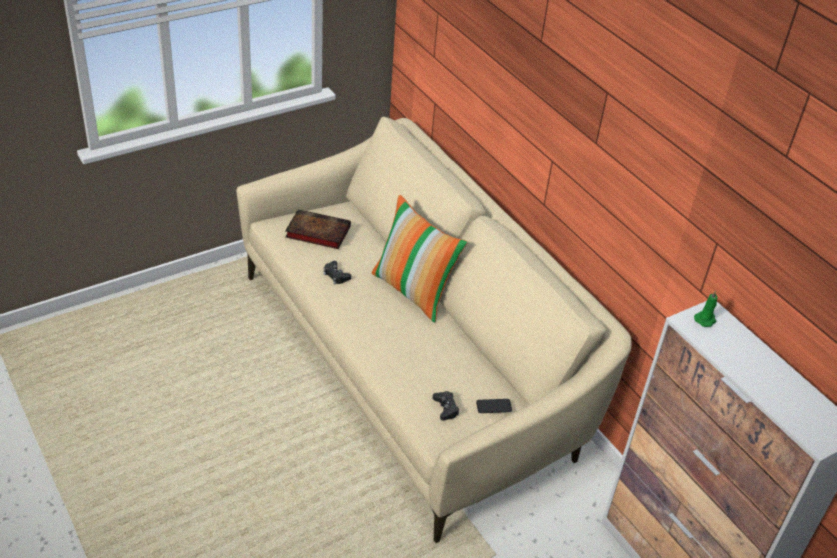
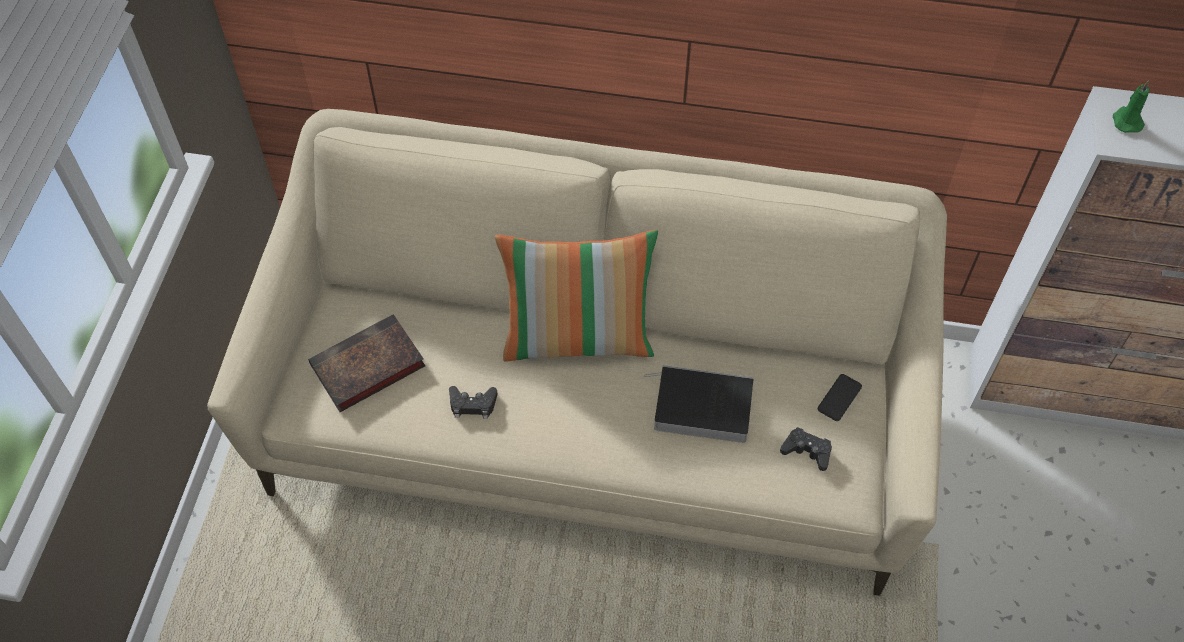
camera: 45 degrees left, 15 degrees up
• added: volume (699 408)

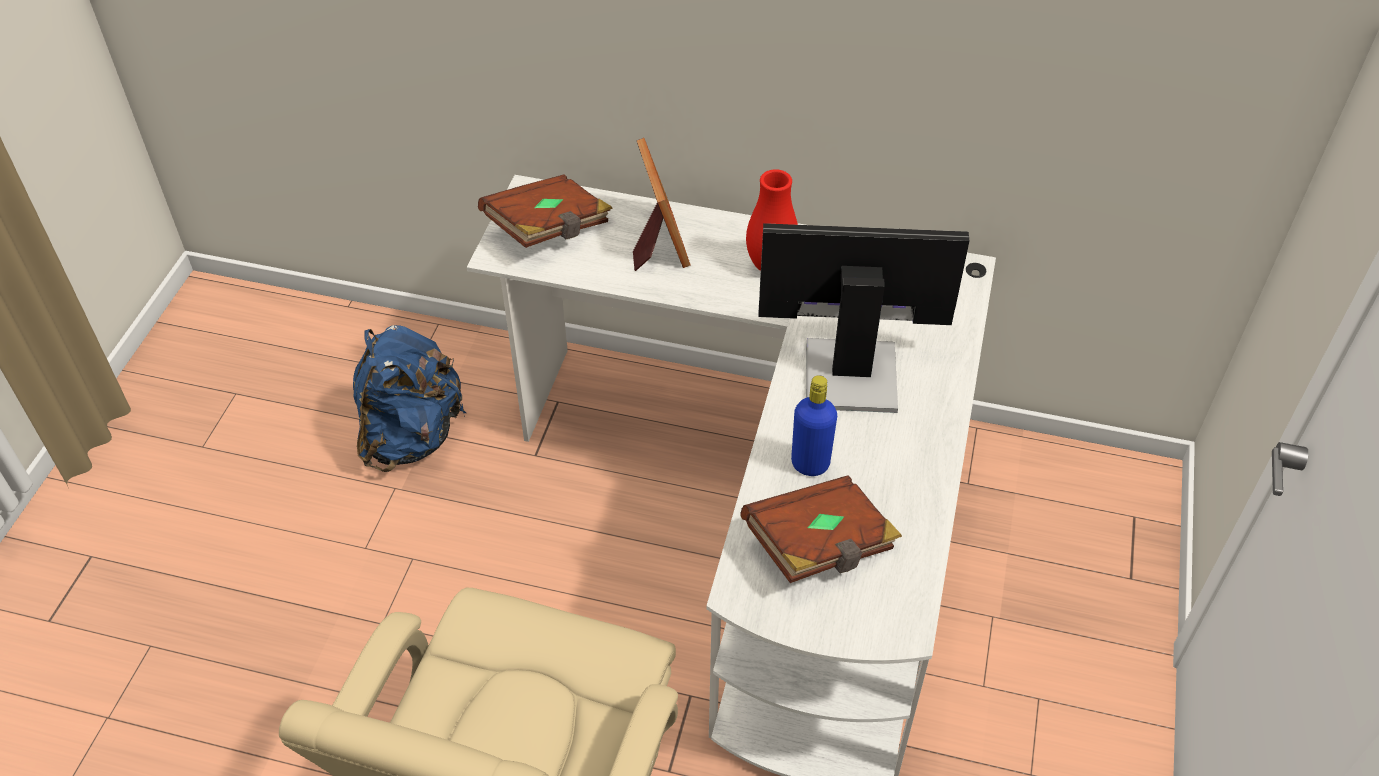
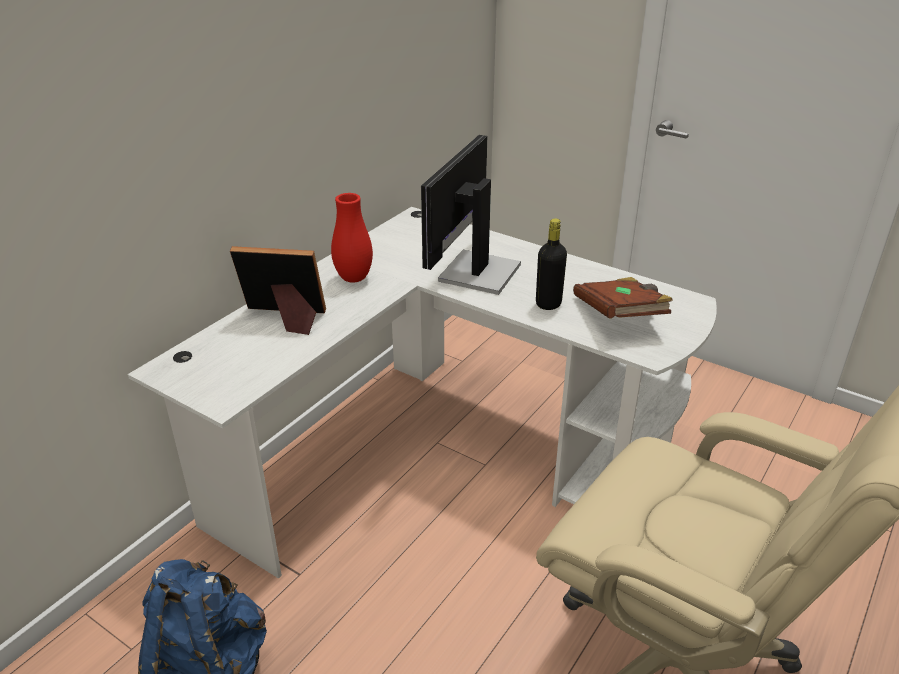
camera: 70 degrees left, 15 degrees down
• removed: brownish volume (549 229)
• recoloured: blue-coloured drink bottle (810 464) to blackish drink bottle (548 304)

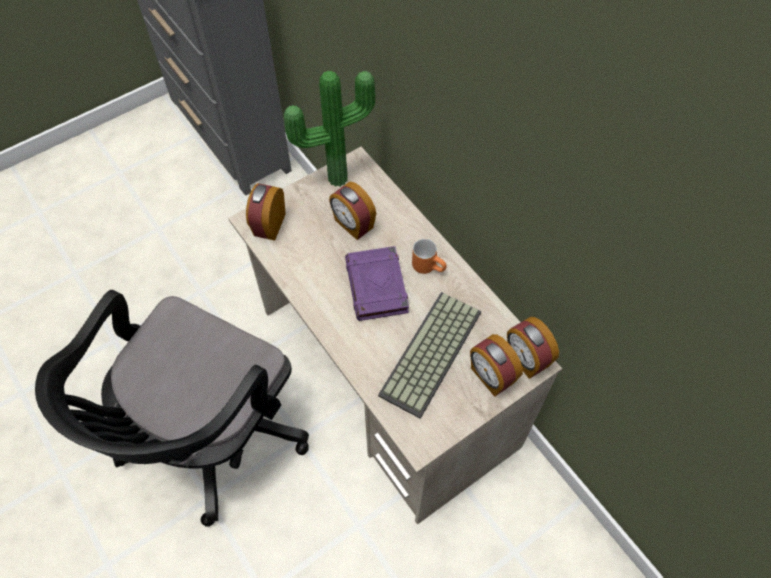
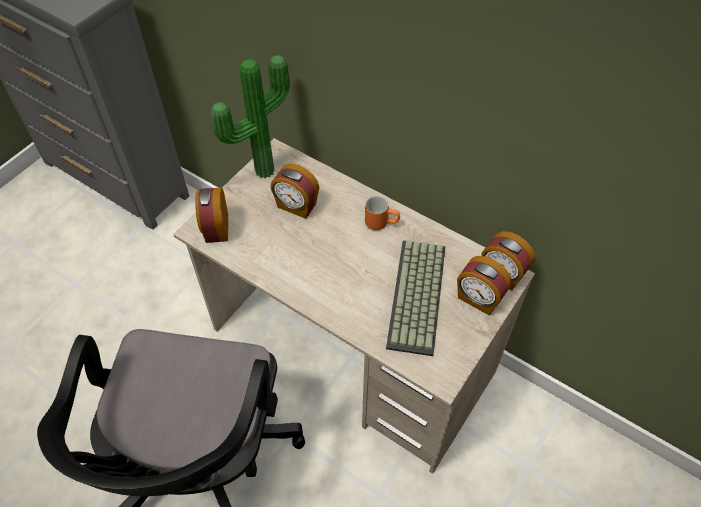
camera: 20 degrees left, 5 degrees down
• removed: purple-coloured volume (377 287)

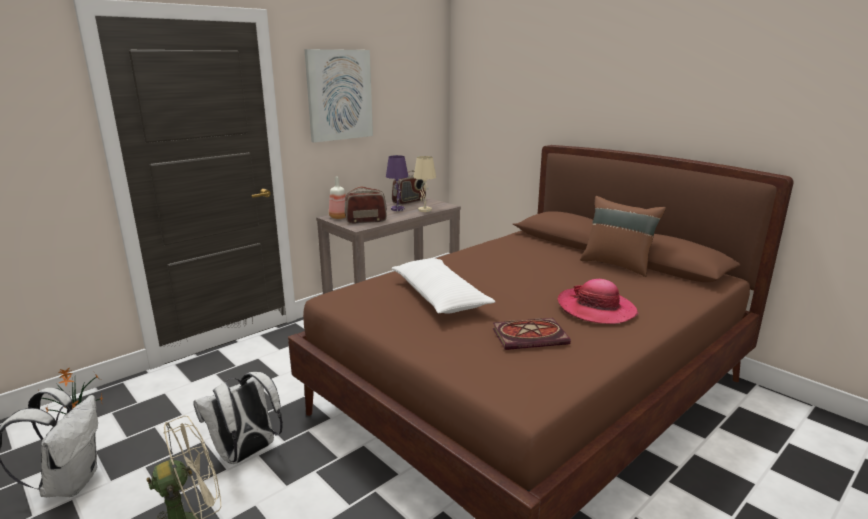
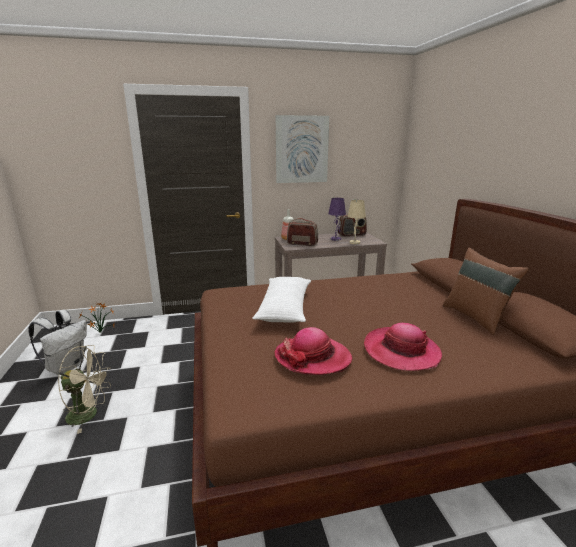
camera: 30 degrees right, 0 degrees up
• removed: white-coloured backpack (246 454)
• replaced: volume (531 336) to hat (312 358)

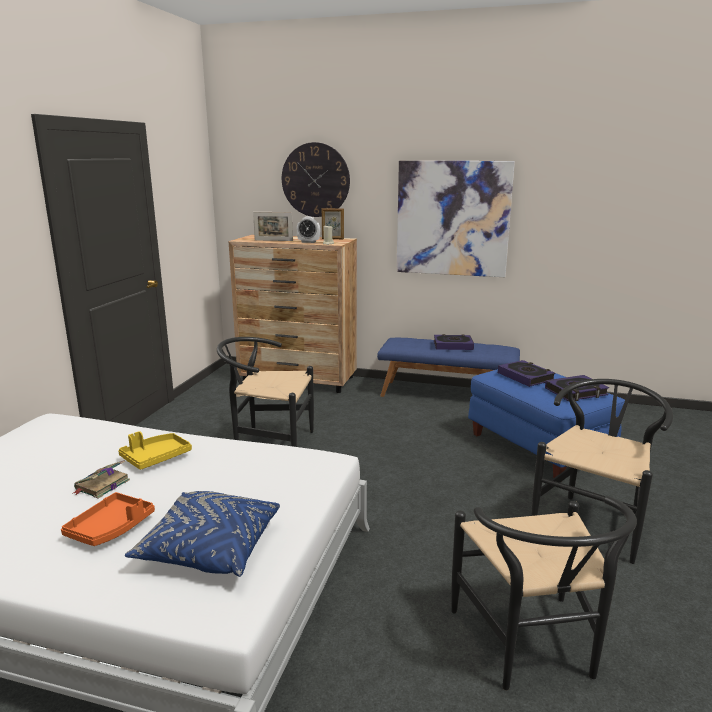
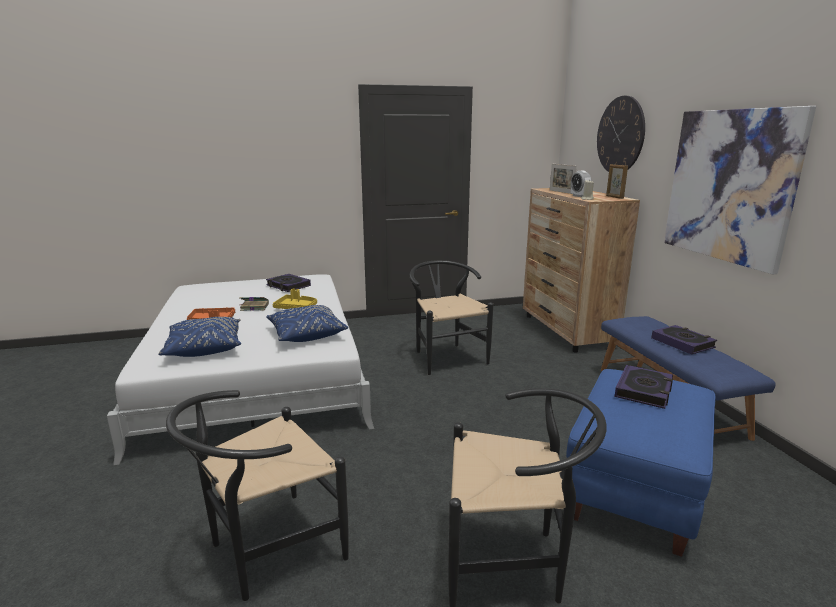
camera: 60 degrees right, 0 degrees up
• added: blue-coloured cushion (306 334)
• moved: volume (576 392) to (288 286)

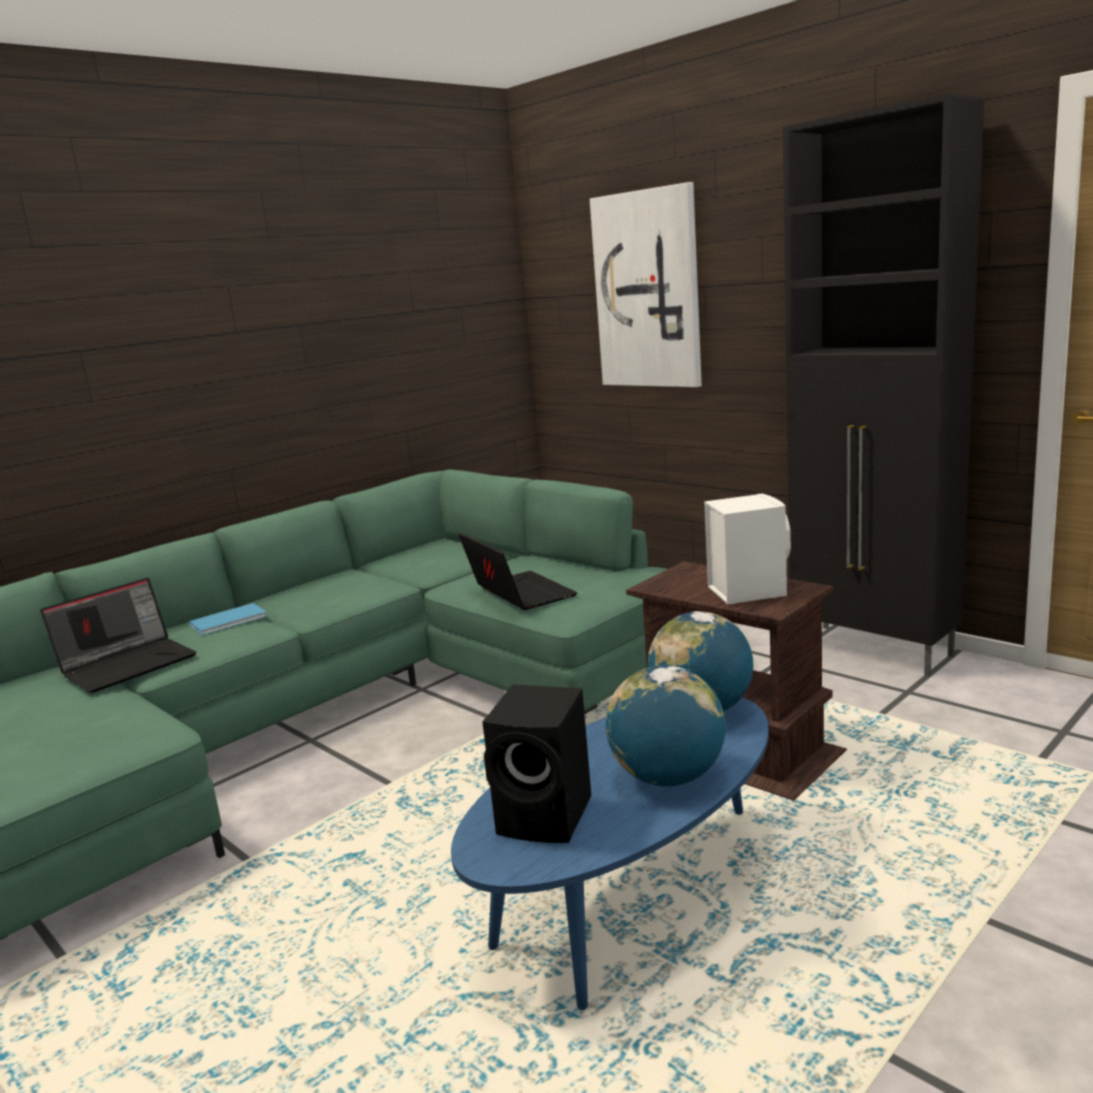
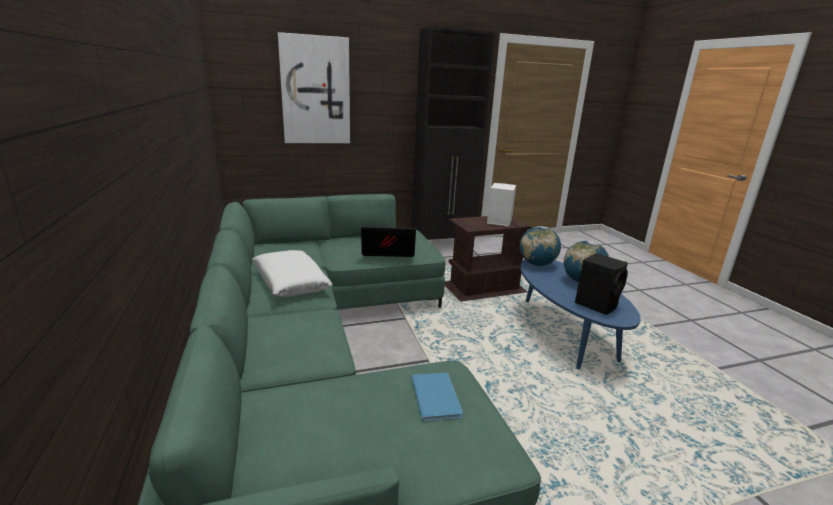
camera: 65 degrees left, 5 degrees up
• removed: notebook computer (129 664)
• added: white-coloured cushion (290 282)
• moved: blue-coloured volume (231 620) to (437 395)

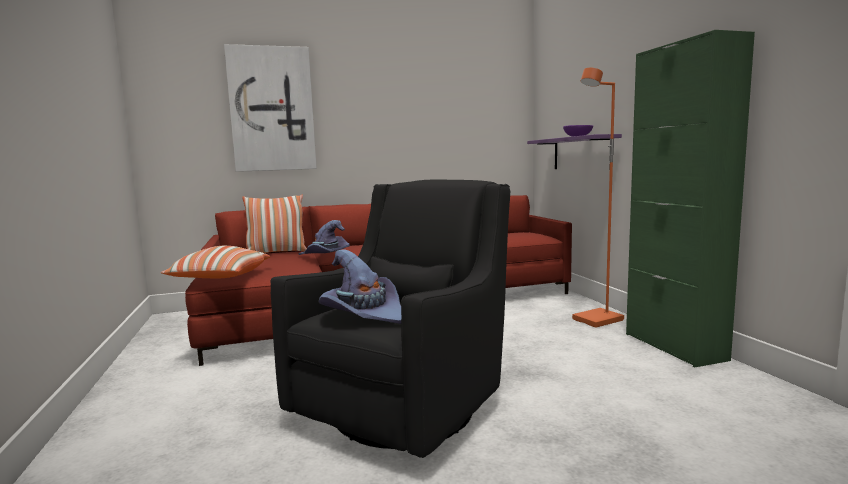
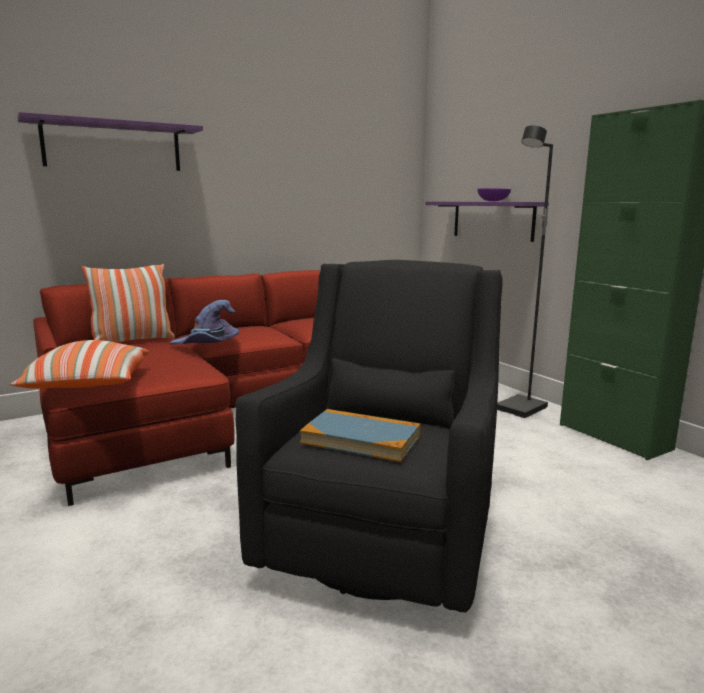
camera: 15 degrees left, 5 degrees up
• replaced: picture (272 109) to purple-coloured shelf (113 146)
• replaced: purple-coloured hat (364 314) to volume (361 439)
• recoloured: orange floor lamp (598 320) to blackish floor lamp (521 409)

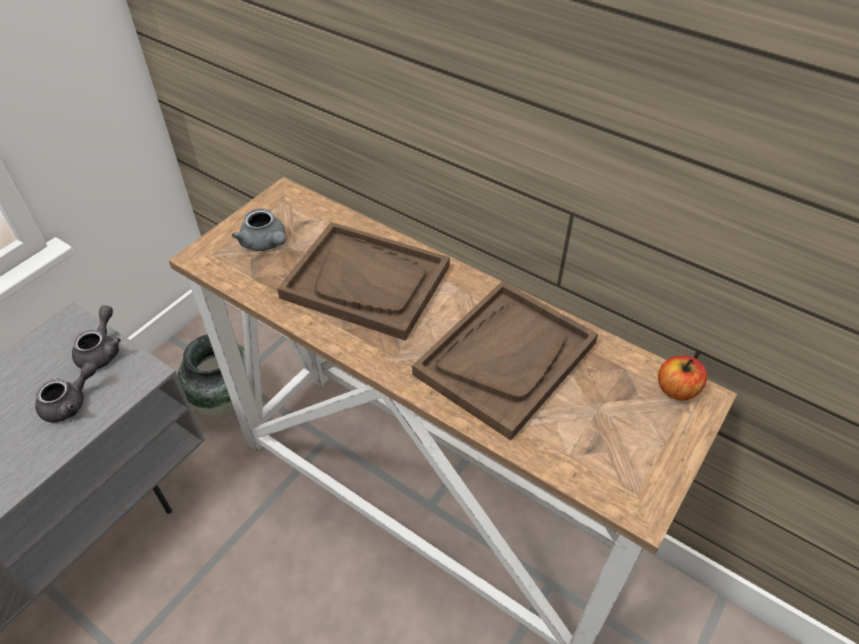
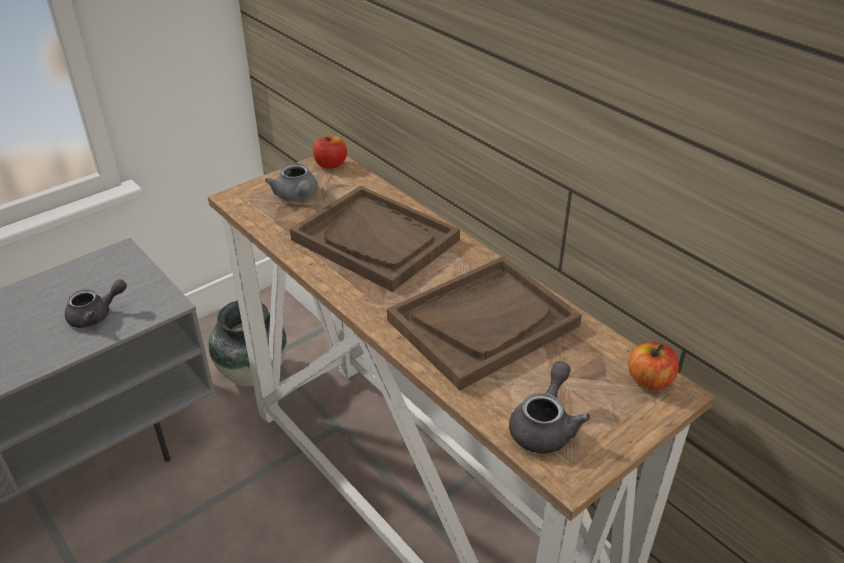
camera: 15 degrees right, 10 degrees down
• added: whole apple (330 164)
• moved: gray tea pot (102 350) to (545 426)

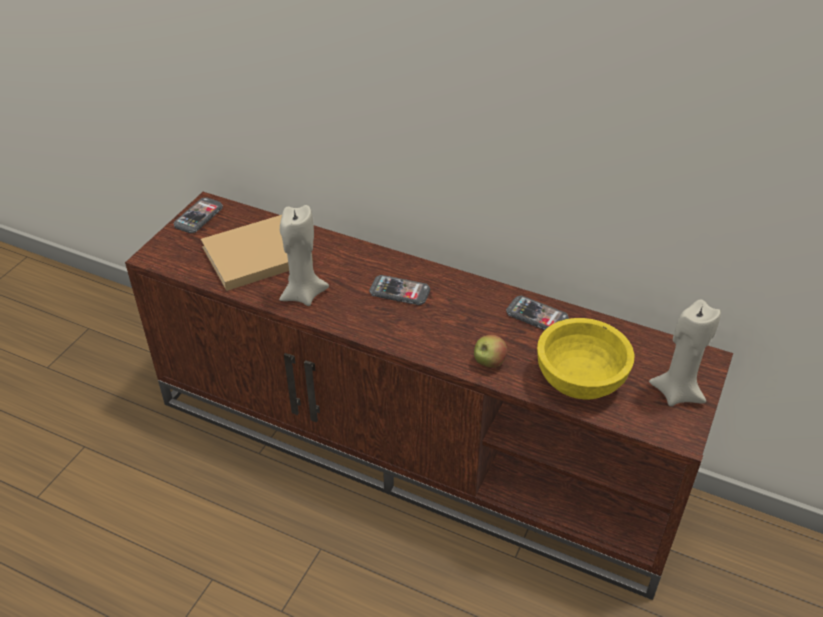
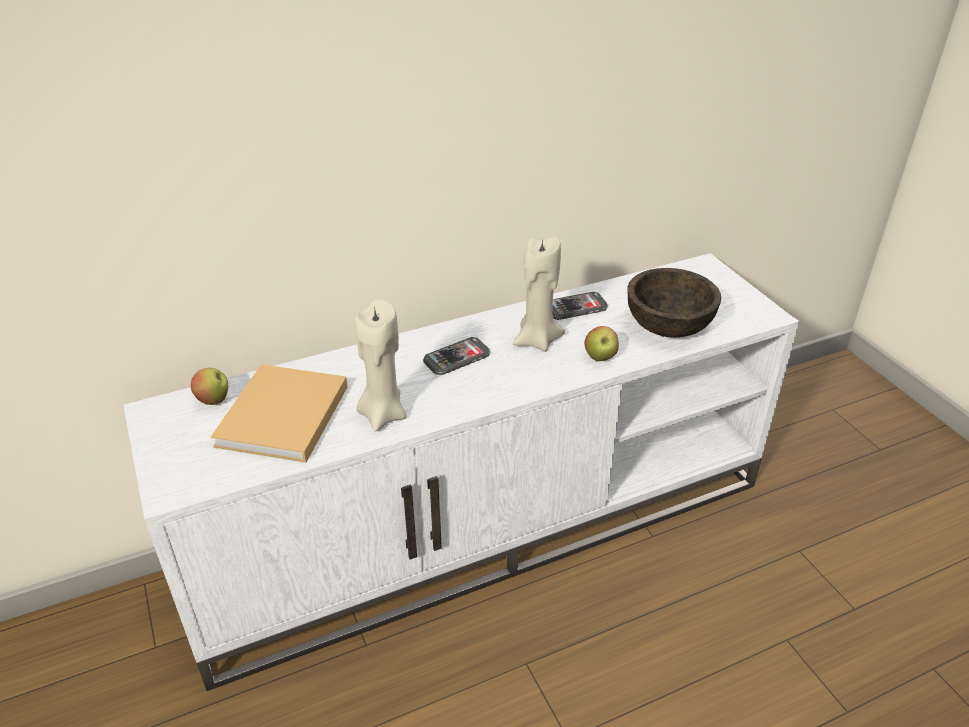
camera: 50 degrees left, 5 degrees down
• removed: phone (198 217)
• added: whole apple (213 400)
• moved: beige wax candle (676 392) to (537 340)
• recoloured: brownish tv stand (416 447) to white-coloured tv stand (484 525)
• recoloured: yellow-coloured bowl (579 380) to brownish bowl (667 326)

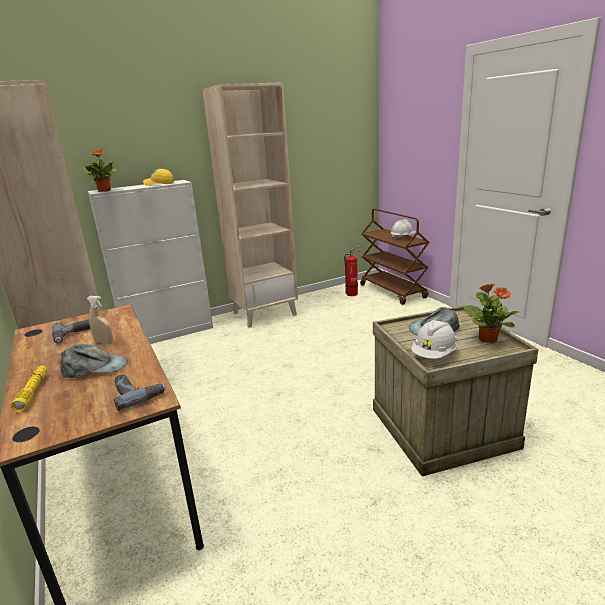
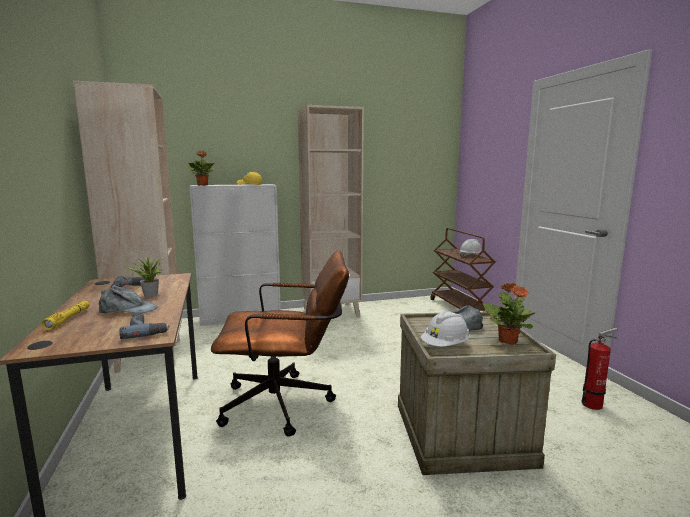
camera: 10 degrees right, 10 degrees down
• added: brownish office chair (286 404)
• moved: extinguisher (353 294) to (594 404)
• replaced: beige sprayer (104 342) to potted plant (149 294)

